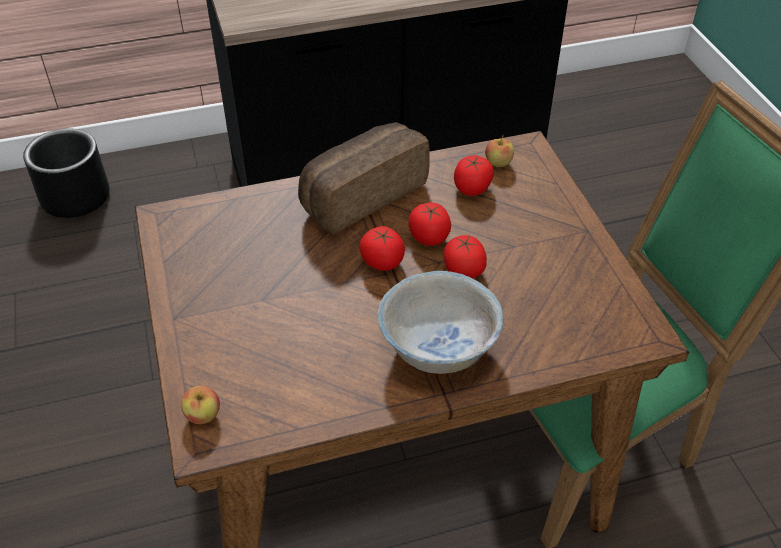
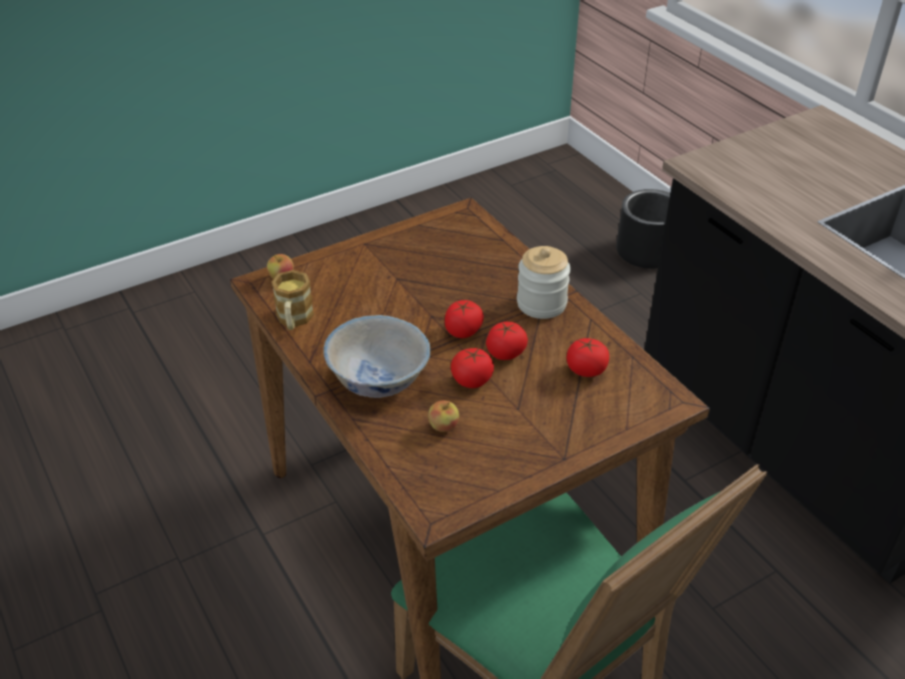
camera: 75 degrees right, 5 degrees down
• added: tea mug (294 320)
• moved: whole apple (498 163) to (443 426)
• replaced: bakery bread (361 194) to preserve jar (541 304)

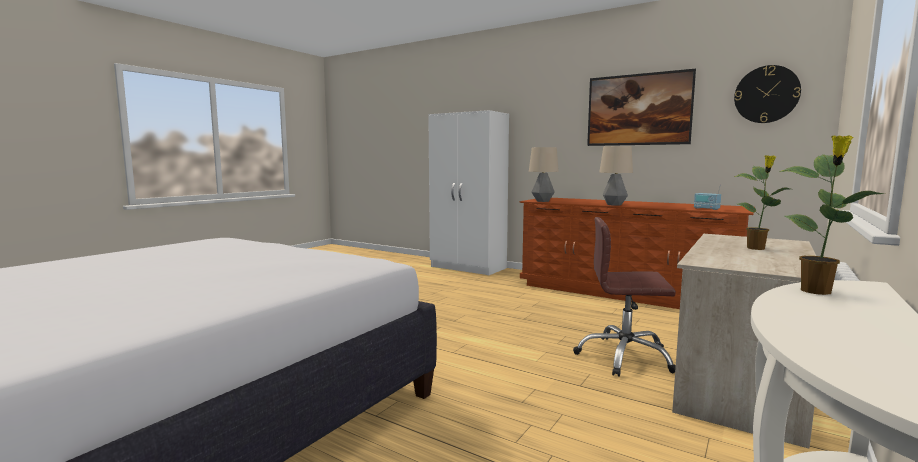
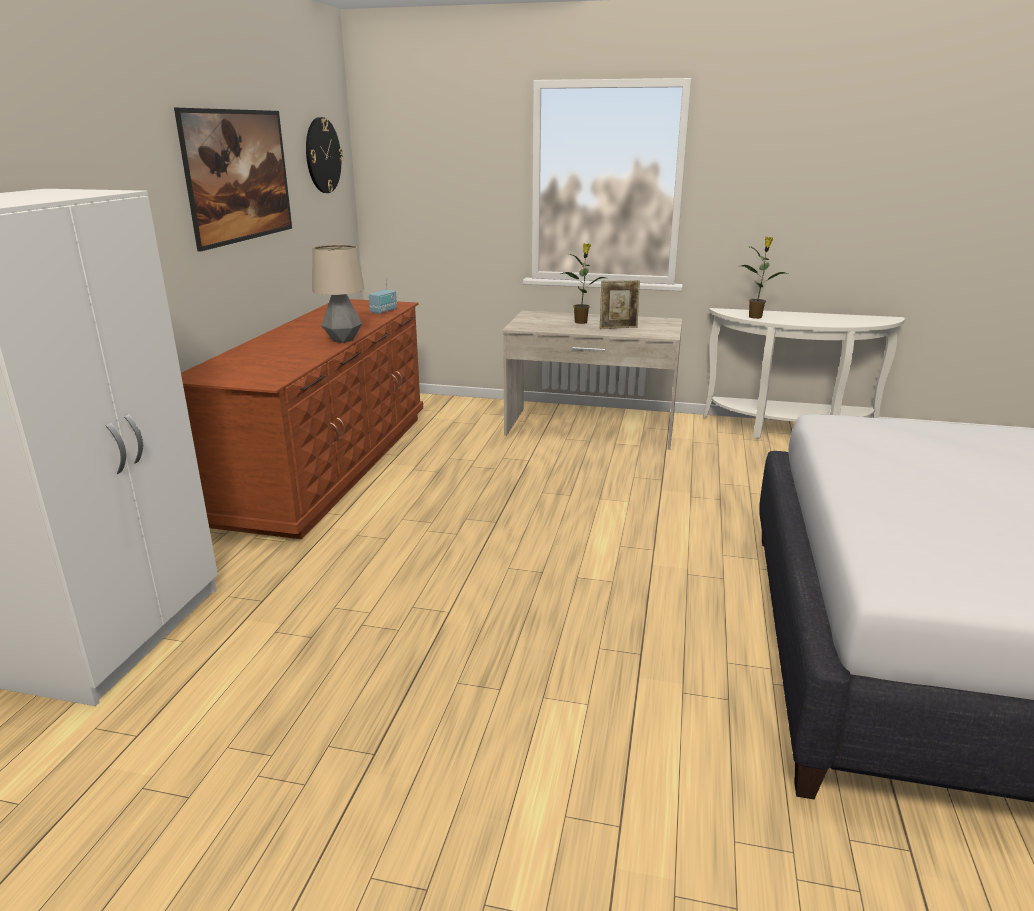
camera: 110 degrees left, 15 degrees up
• removed: table lamp (542 201)
• removed: brownish office chair (624 357)
• added: standing frame (618 328)

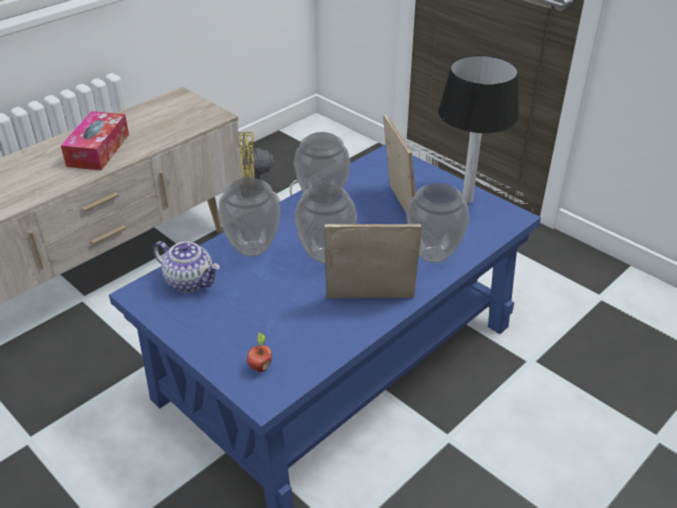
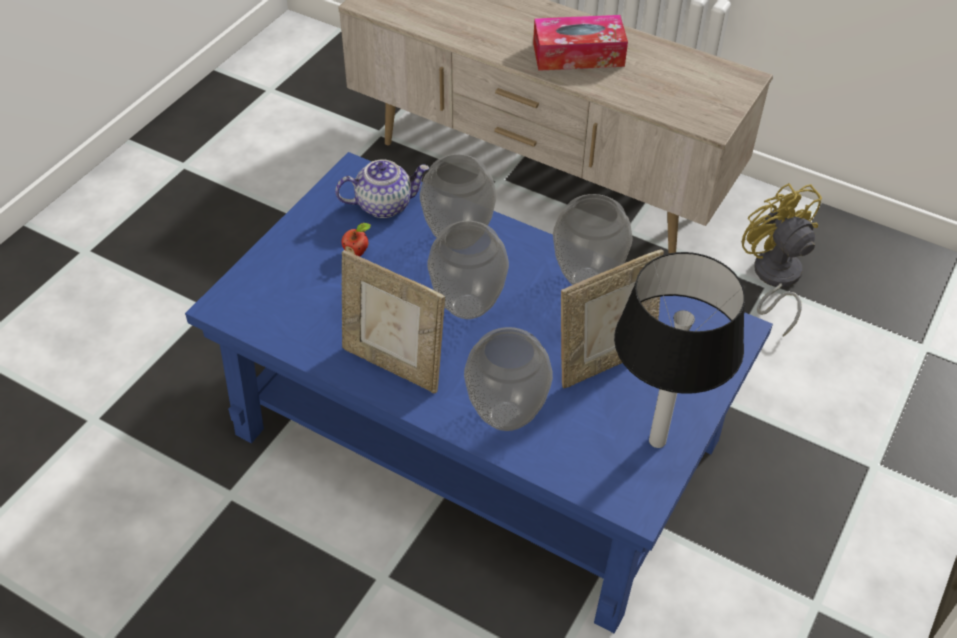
camera: 75 degrees right, 10 degrees up
• moved: whole apple (260 367) to (357 252)
• turned: tea pot (190 282) = (384 204) 120 degrees counterclockwise
• turned: standing frame (370 301) = (394 364) 135 degrees clockwise

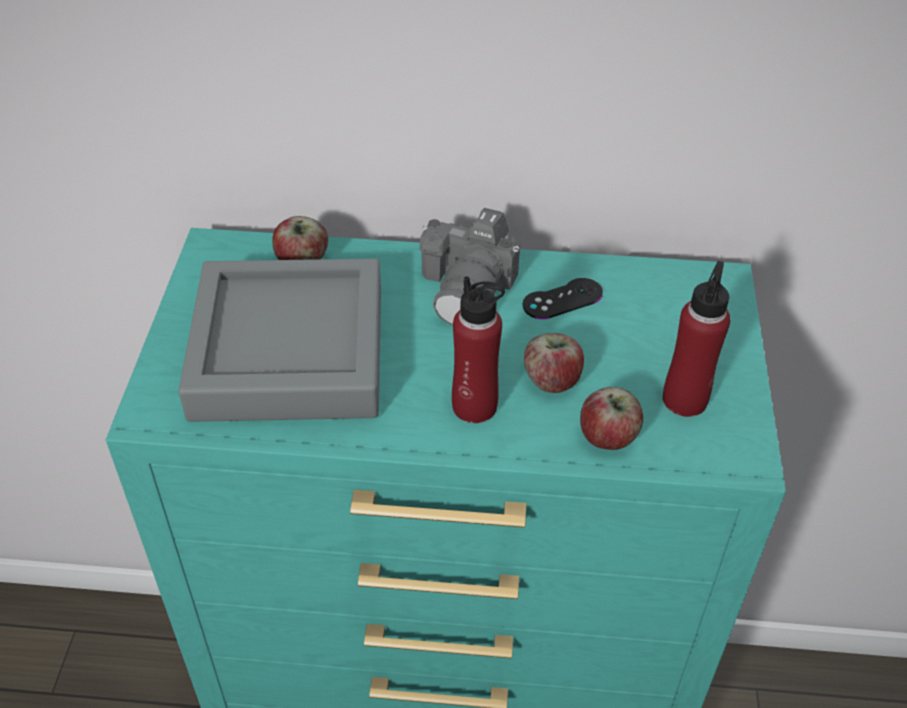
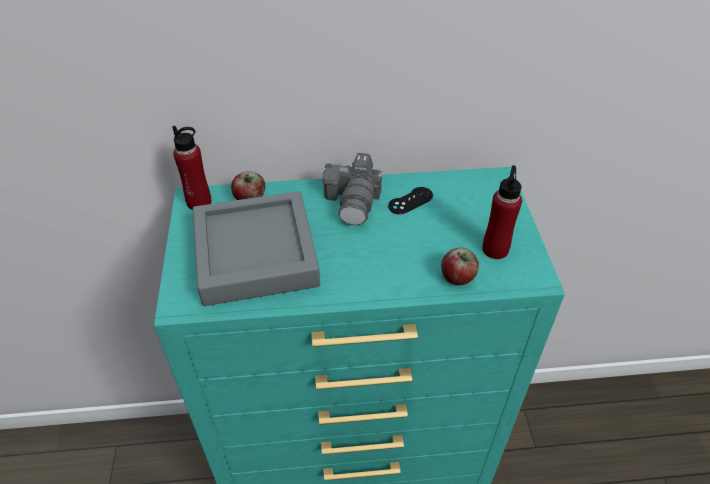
camera: 10 degrees left, 0 degrees up
• removed: whole apple (552 380)
• moved: reddish drink bottle (474 406) to (199 202)

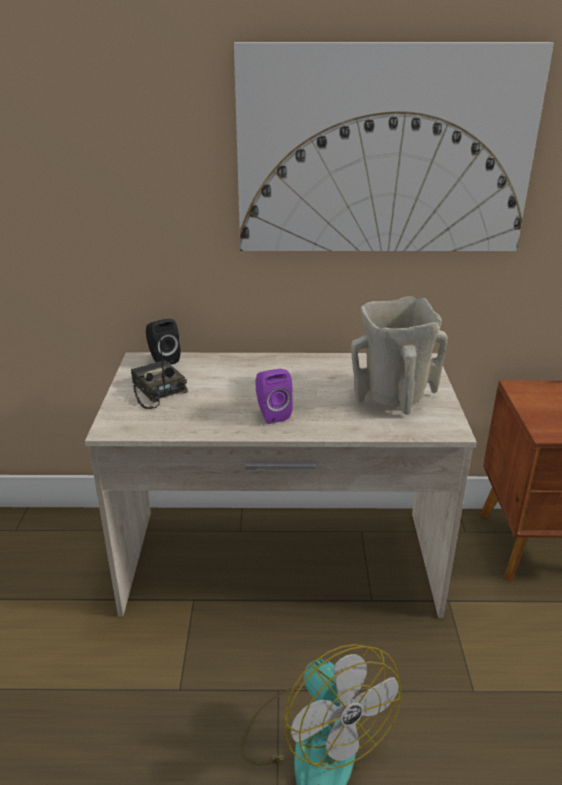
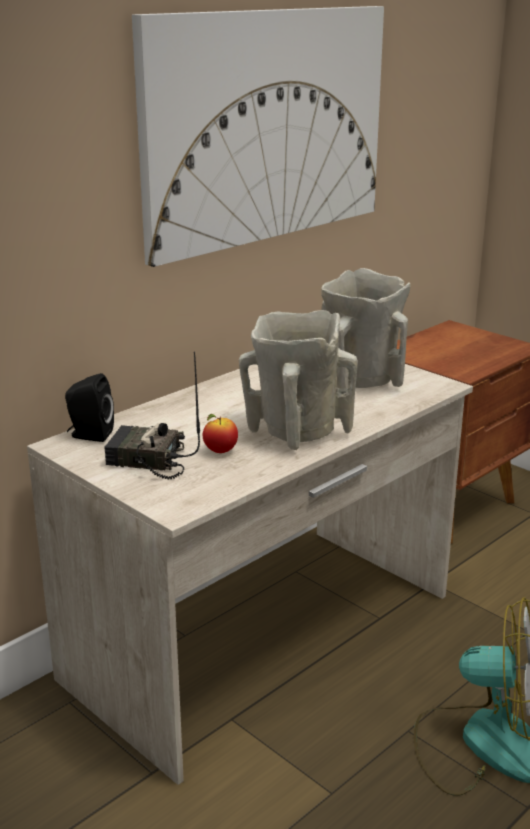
camera: 45 degrees left, 5 degrees down
• added: whole apple (220 451)
• replaced: purple-coloured loudspeaker (271 414) to beige decorative vase (295 432)

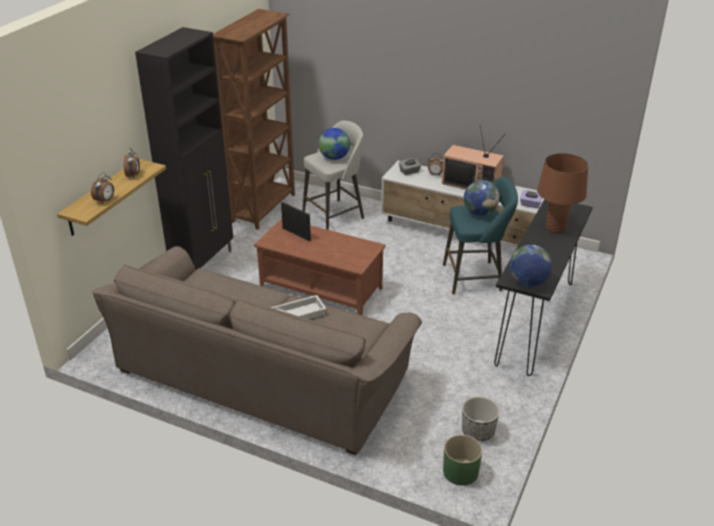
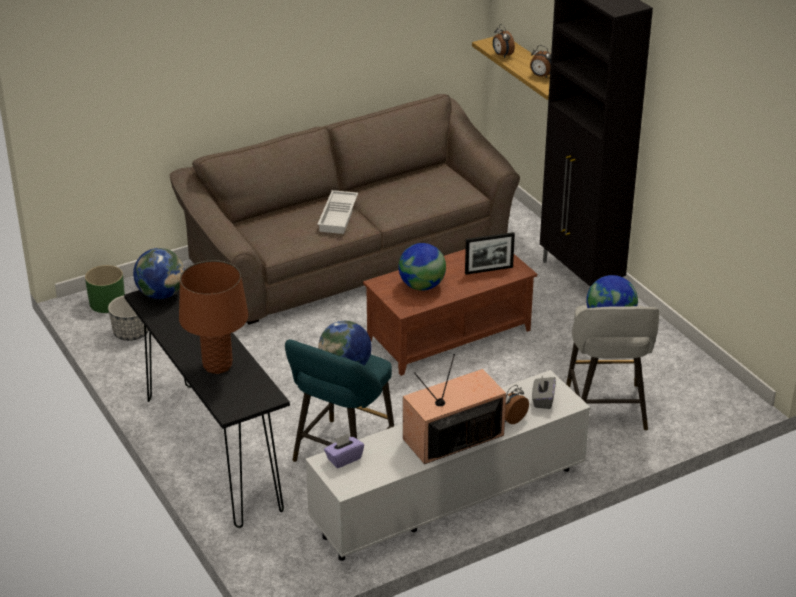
camera: 125 degrees right, 0 degrees up
• removed: brownish bookcase (264 208)
• added: desk globe (422 286)

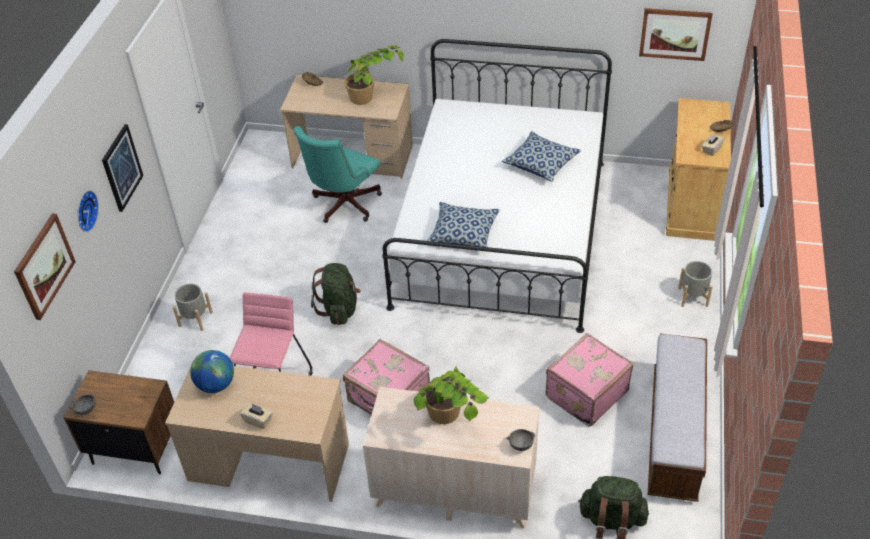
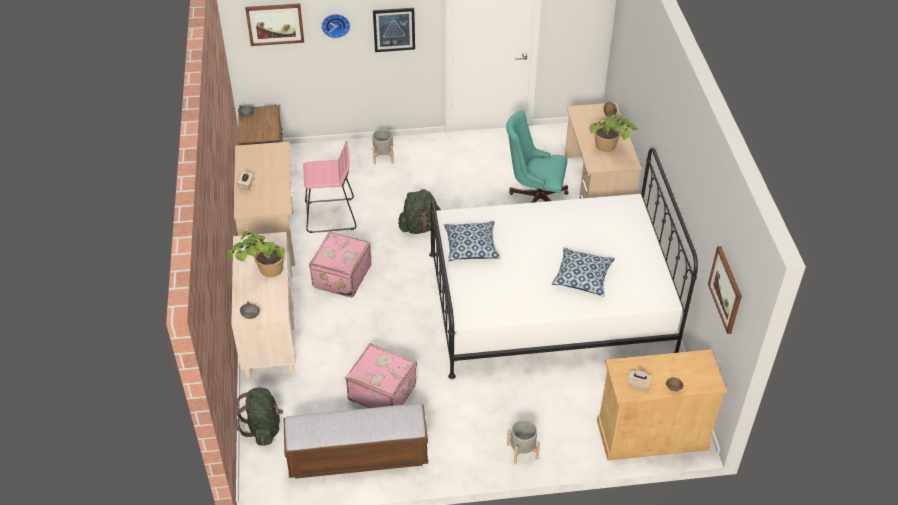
camera: 70 degrees right, 0 degrees up
• removed: desk globe (216 384)

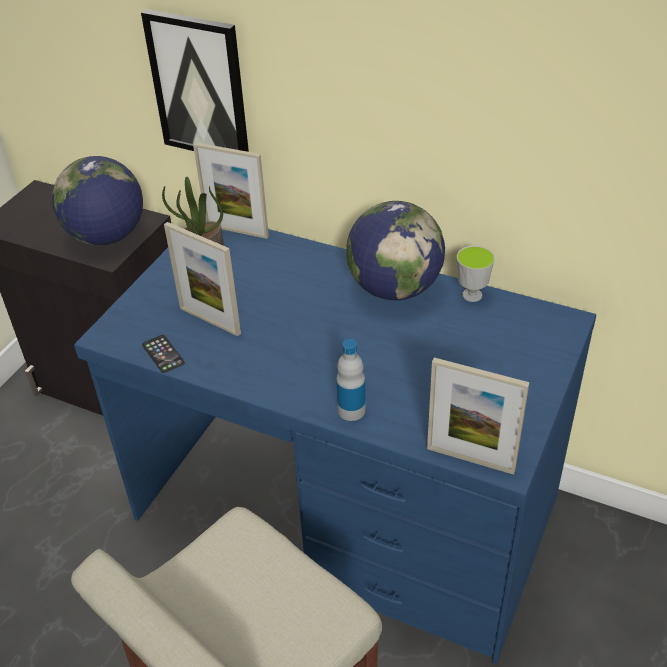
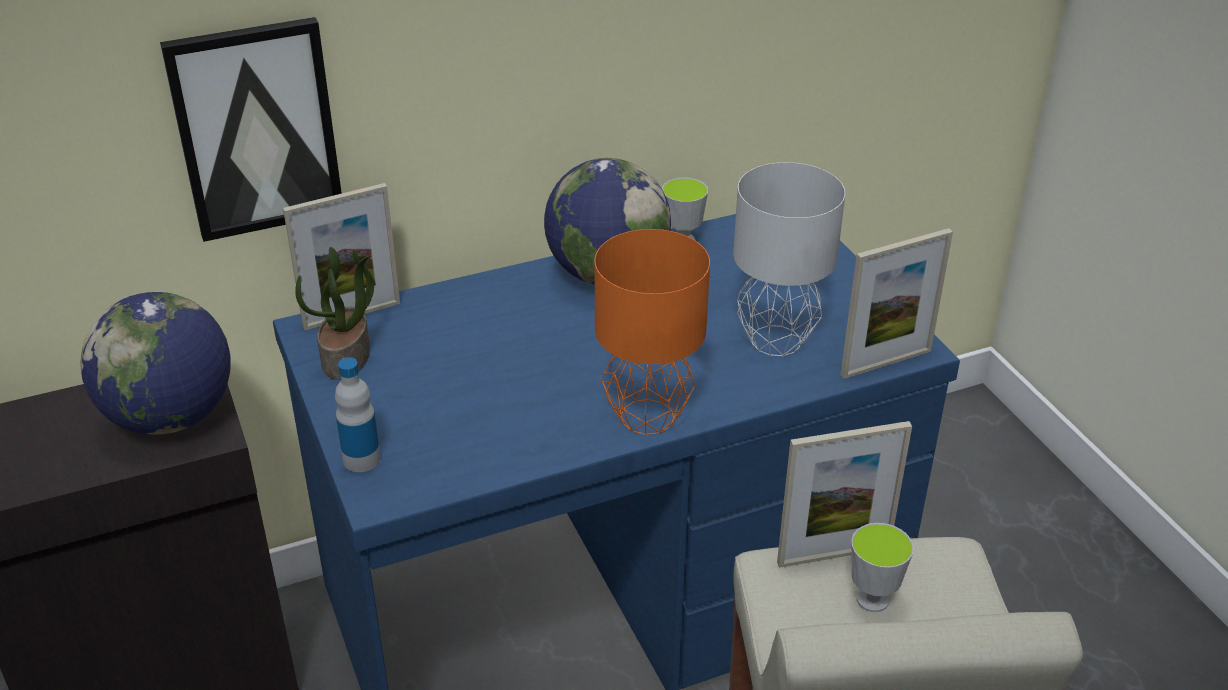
camera: 50 degrees left, 5 degrees down
• removed: phone (163 354)
• added: orange table lamp (645 418)
• added: gray table lamp (774 341)
• added: cup (872 600)
• moved: standing frame (210 321) to (833 555)
• moved: drink bottle (351 410) to (361 459)

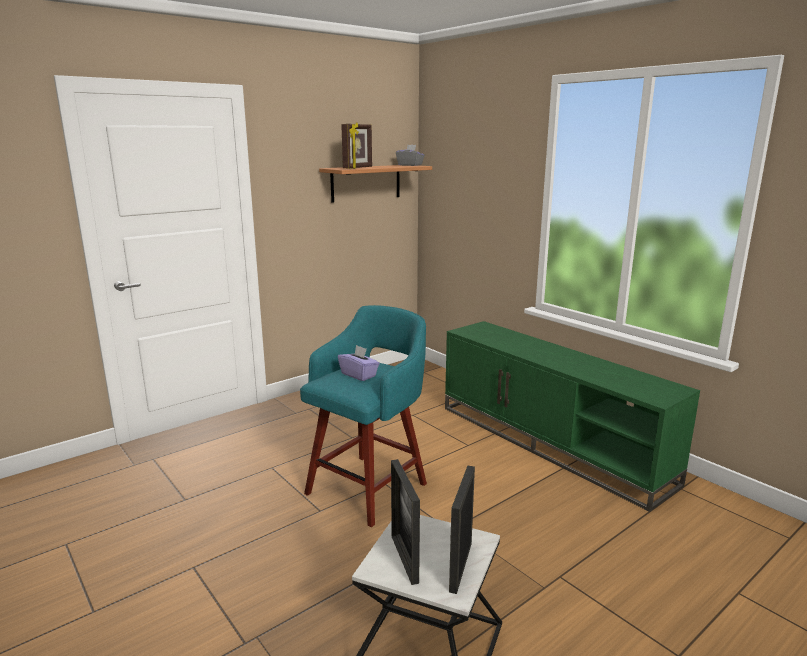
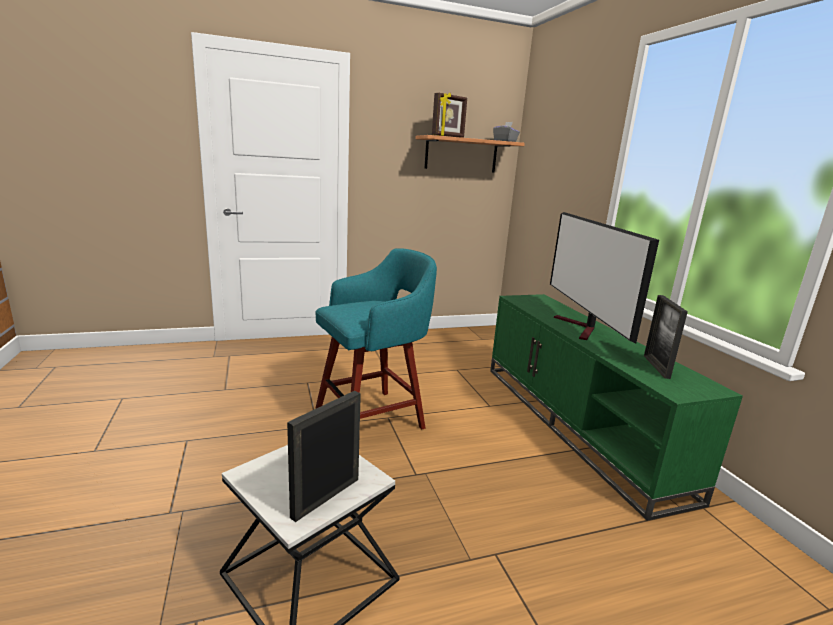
camera: 20 degrees right, 0 degrees up
• removed: purple-coloured tissue box (359 375)
• added: TV set (581 329)
• moved: standing frame (404 558) to (656 366)

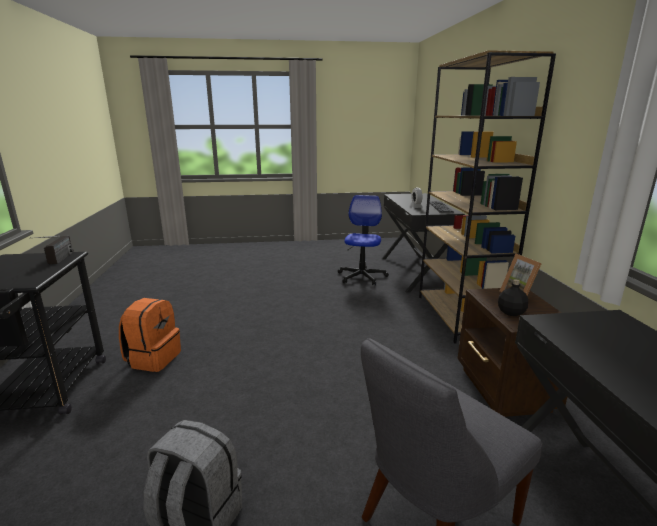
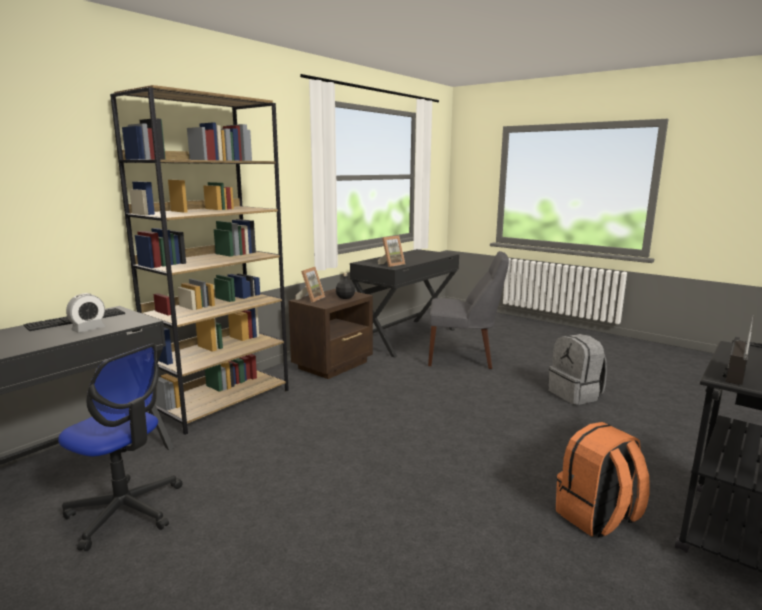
camera: 135 degrees left, 5 degrees down
• added: standing frame (391 264)
• turned: office chair (362 276) = (125 511) 120 degrees counterclockwise

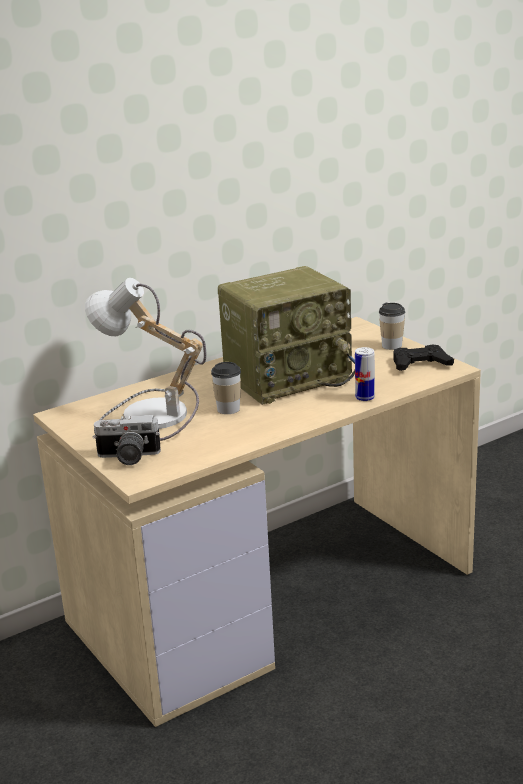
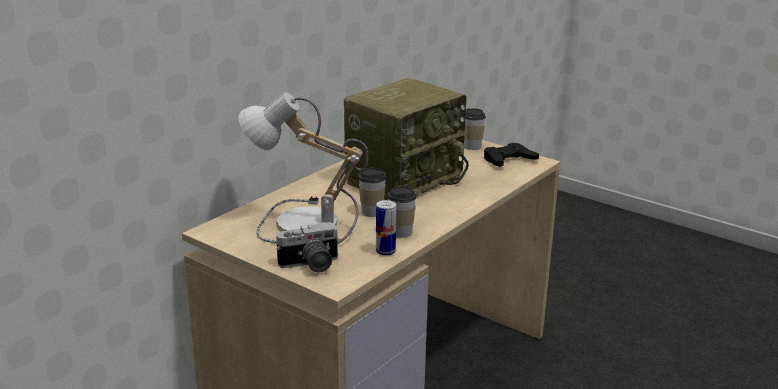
camera: 20 degrees left, 0 degrees up
• added: cup (401 232)
• moved: sealed can (365 398) to (385 251)

